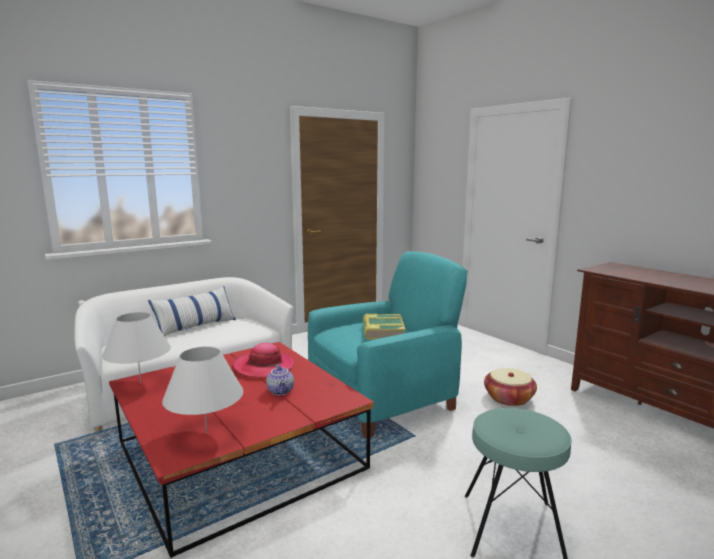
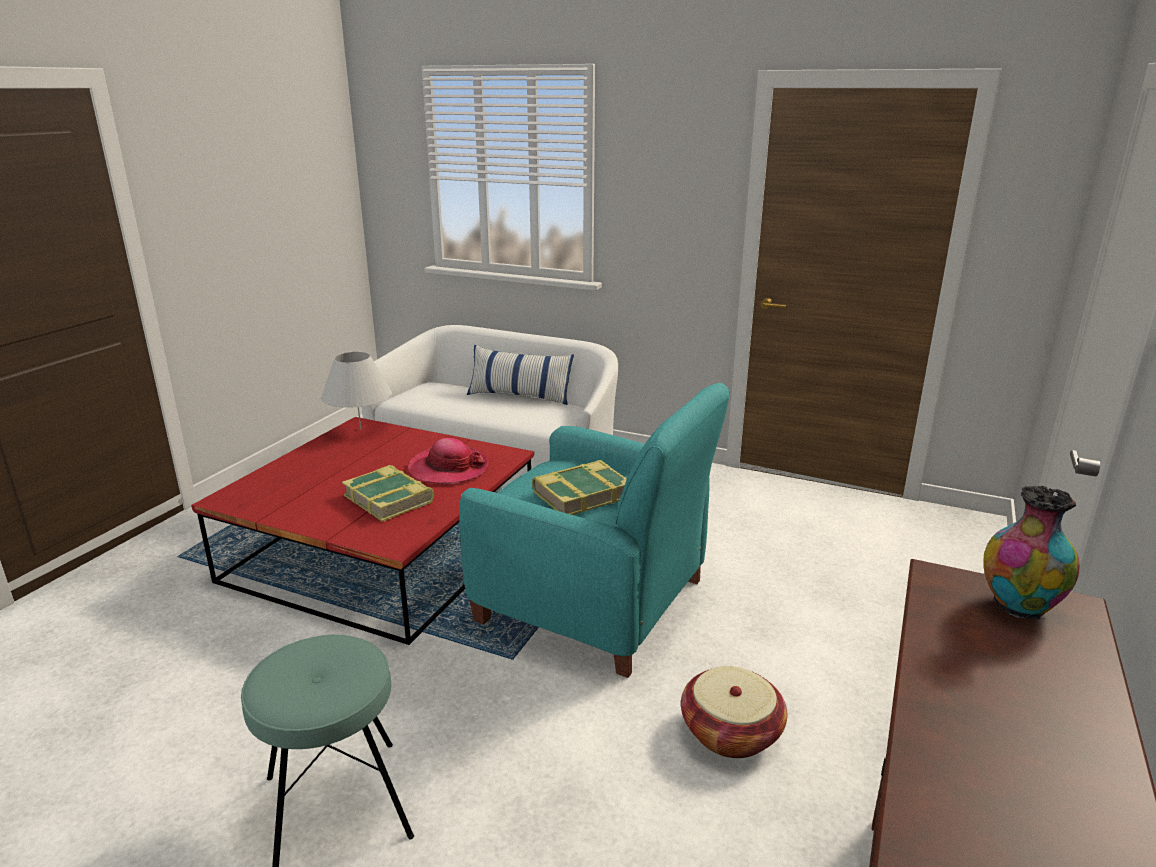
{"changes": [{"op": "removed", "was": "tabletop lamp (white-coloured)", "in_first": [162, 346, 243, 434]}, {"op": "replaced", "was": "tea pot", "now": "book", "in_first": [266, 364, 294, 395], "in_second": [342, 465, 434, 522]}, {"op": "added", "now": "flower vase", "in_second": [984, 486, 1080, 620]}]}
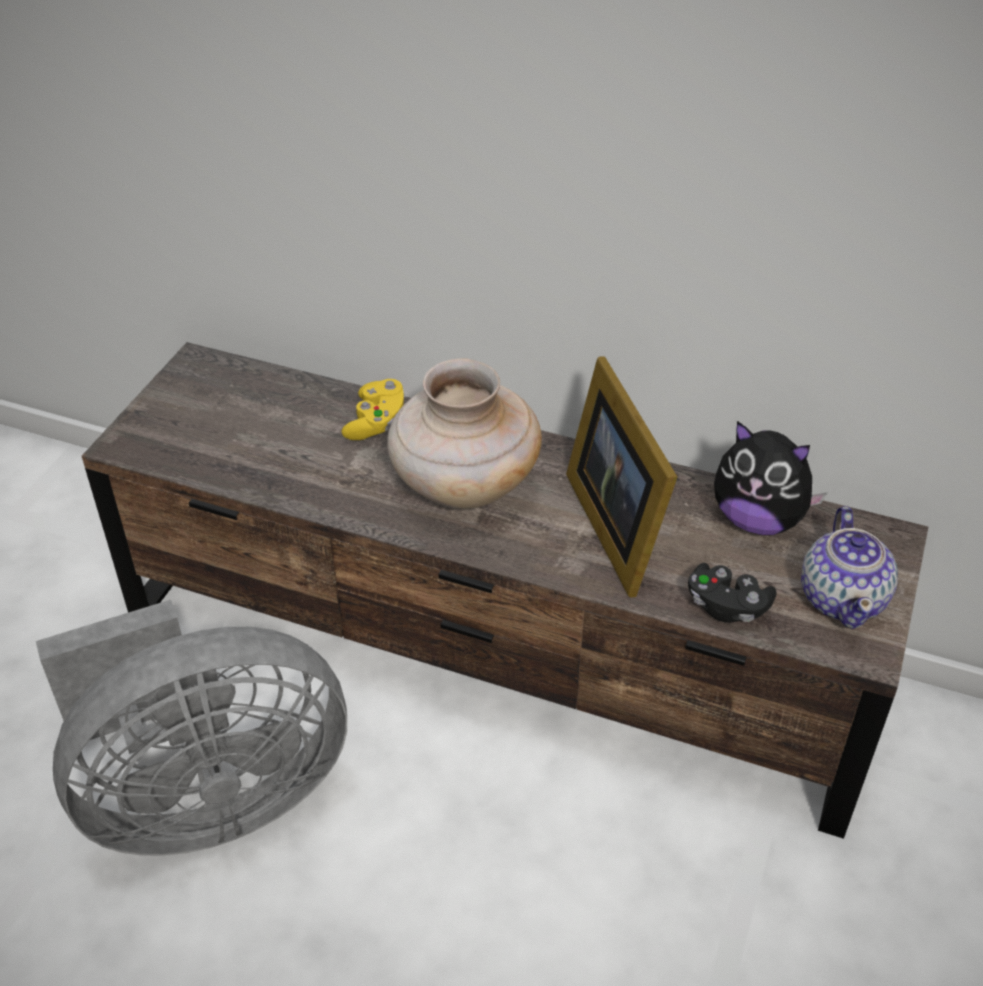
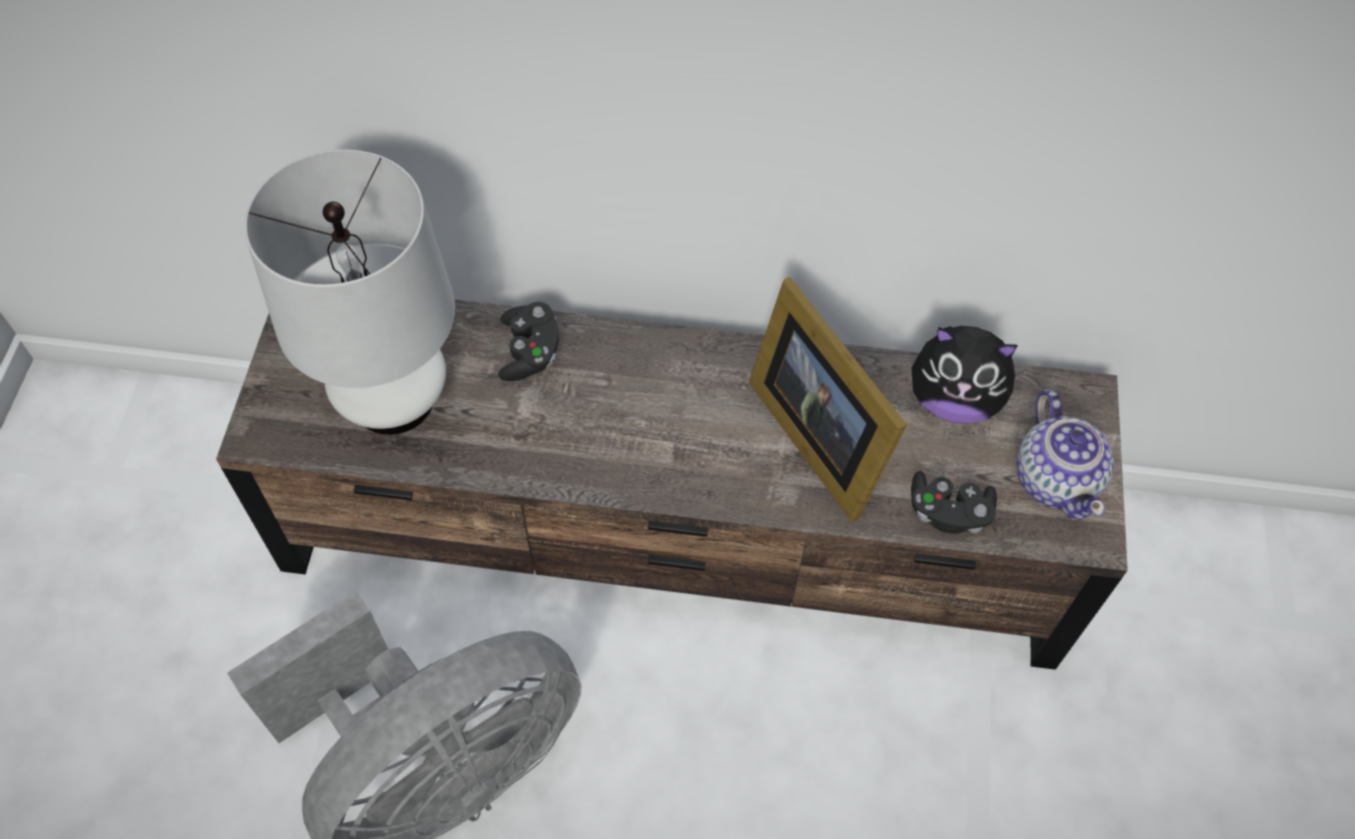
{"changes": [{"op": "removed", "was": "flower vase (beige)", "in_first": [387, 359, 542, 509]}, {"op": "recoloured", "was": "gamepad (yellowish)", "now": "gamepad (black-coloured)", "in_first": [342, 379, 406, 440], "in_second": [498, 302, 559, 381]}, {"op": "added", "now": "tabletop lamp (white-coloured)", "in_second": [245, 150, 455, 435]}]}
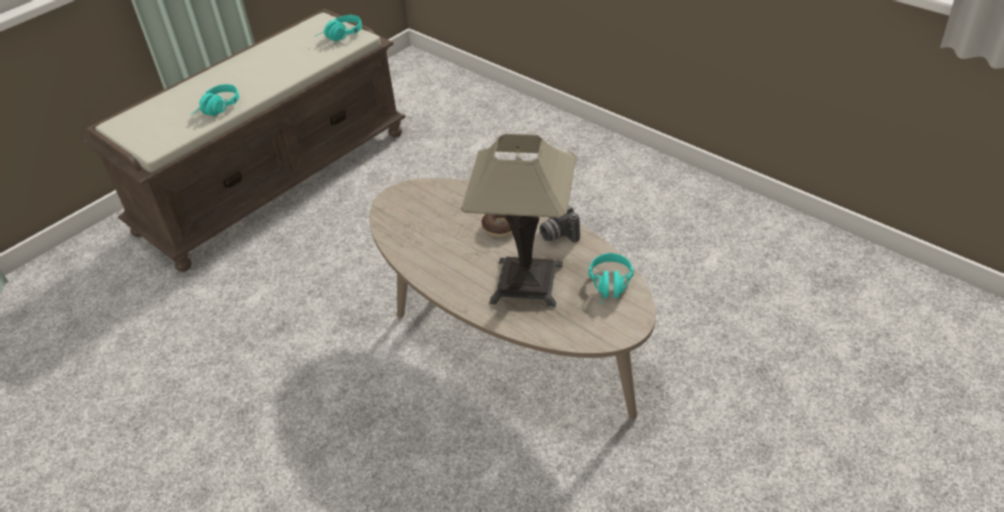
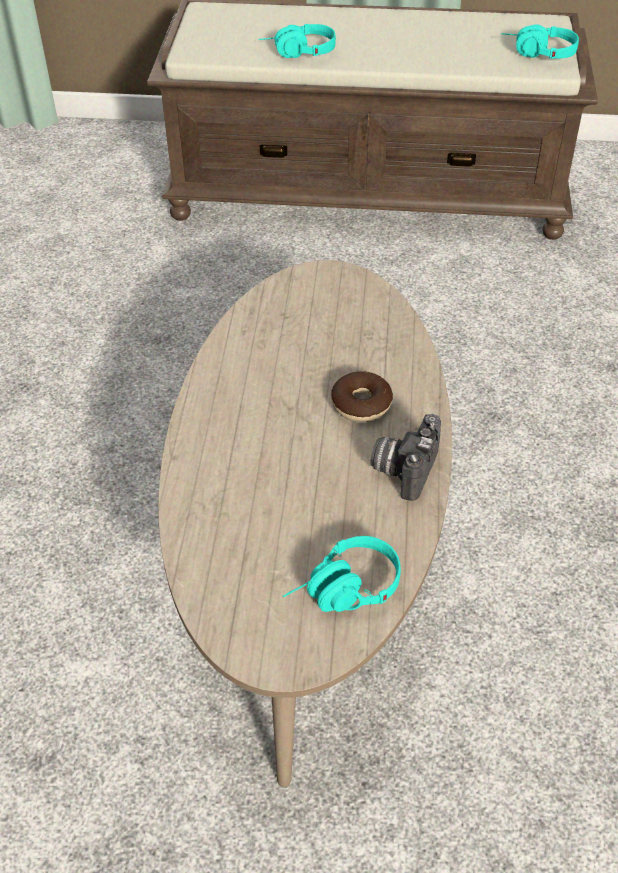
{"changes": [{"op": "removed", "was": "tabletop lamp", "in_first": [461, 134, 576, 308]}]}
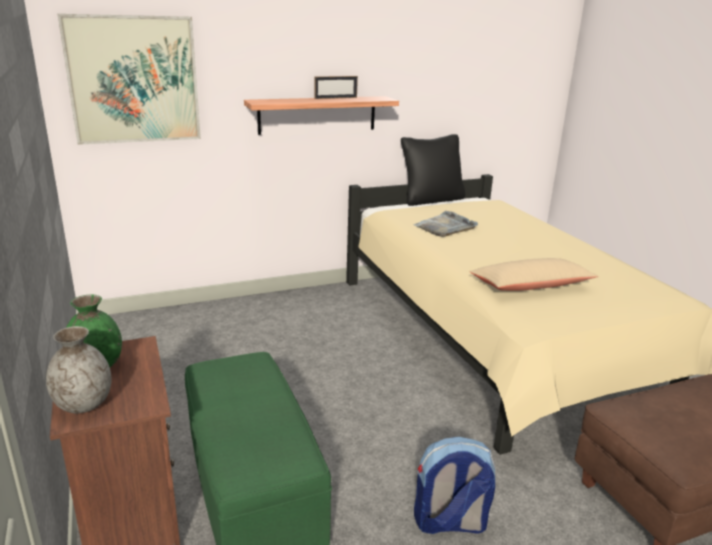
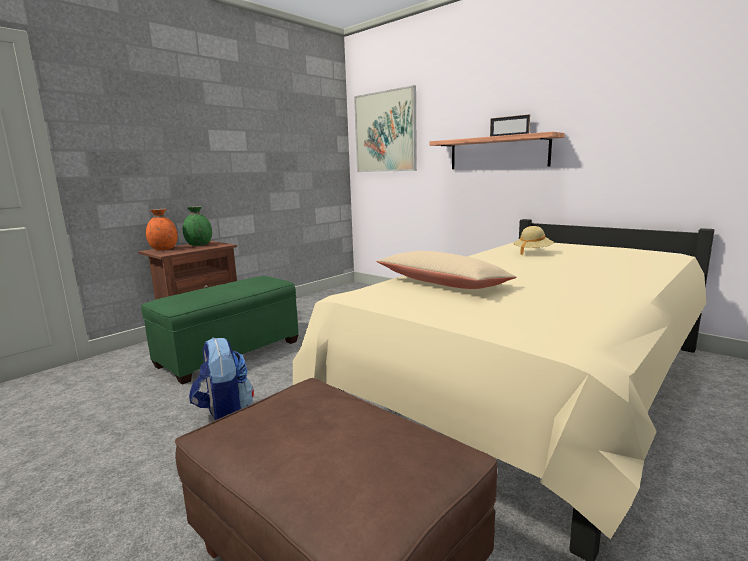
{"changes": [{"op": "removed", "was": "throw pillow (black-coloured)", "in_first": [401, 134, 465, 206]}, {"op": "replaced", "was": "serving tray (gray)", "now": "hat (beige)", "in_first": [413, 211, 478, 237], "in_second": [513, 226, 554, 255]}, {"op": "recoloured", "was": "flower vase (gray)", "now": "flower vase (orangey)", "in_first": [46, 326, 112, 413], "in_second": [146, 209, 178, 250]}]}
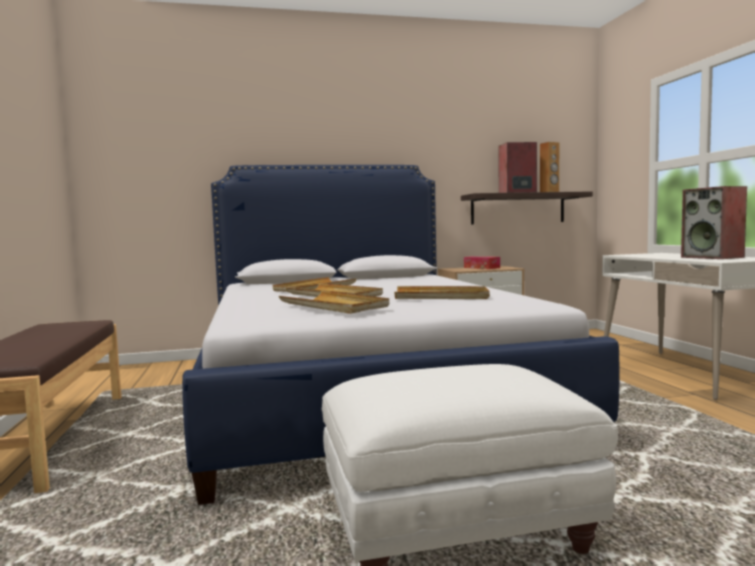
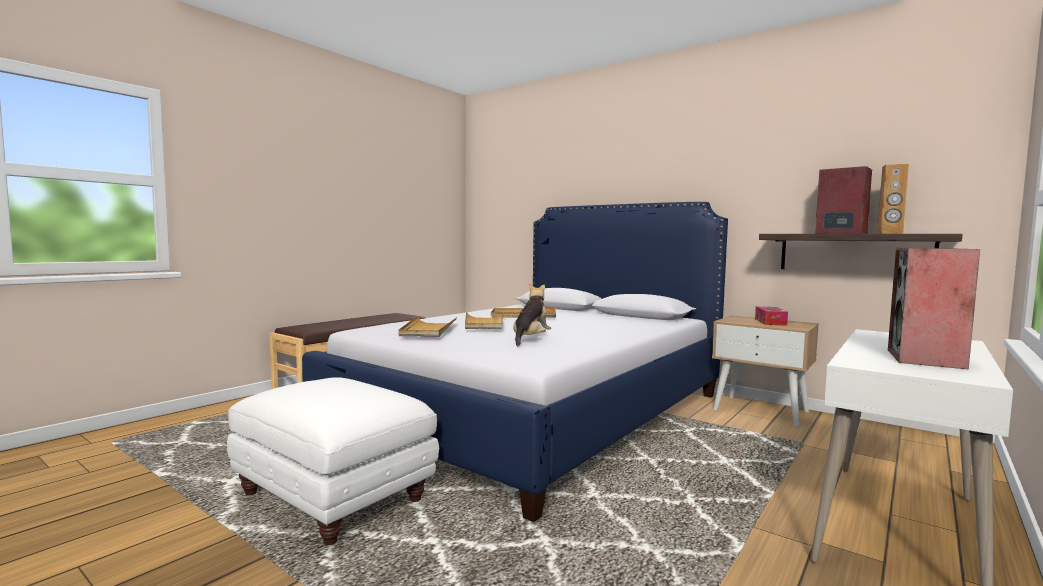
{"changes": [{"op": "replaced", "was": "serving tray (beige)", "now": "soft toy", "in_first": [395, 286, 490, 299], "in_second": [513, 283, 551, 347]}]}
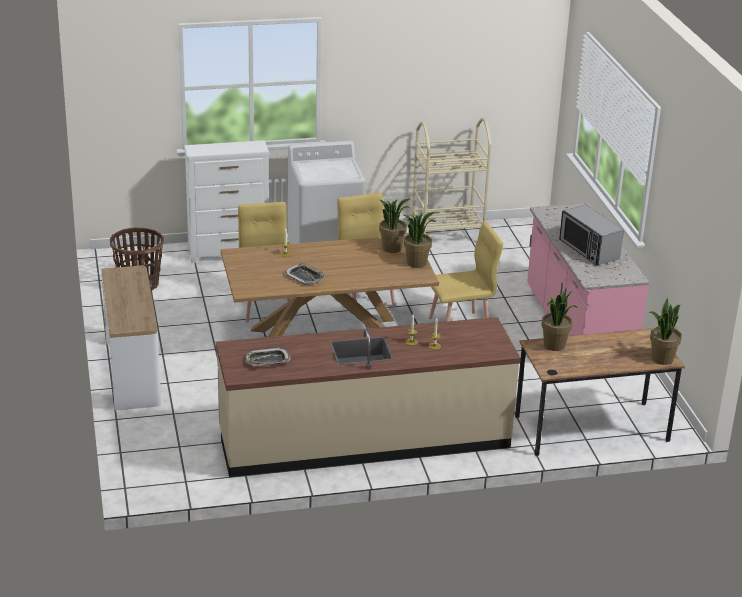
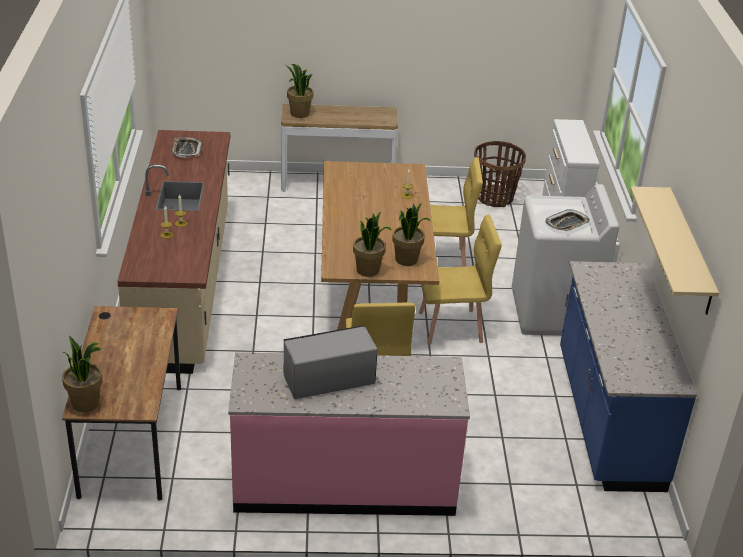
{"changes": [{"op": "replaced", "was": "cart (beige)", "now": "kitchen counter (blue-coloured)", "in_first": [412, 118, 492, 234], "in_second": [560, 261, 697, 492]}, {"op": "moved", "was": "serving tray", "in_first": [285, 263, 325, 285], "in_second": [545, 209, 590, 231]}, {"op": "moved", "was": "plant in a pot", "in_first": [541, 291, 578, 351], "in_second": [286, 64, 313, 118]}, {"op": "added", "now": "shelf (beige)", "in_second": [630, 186, 719, 315]}]}
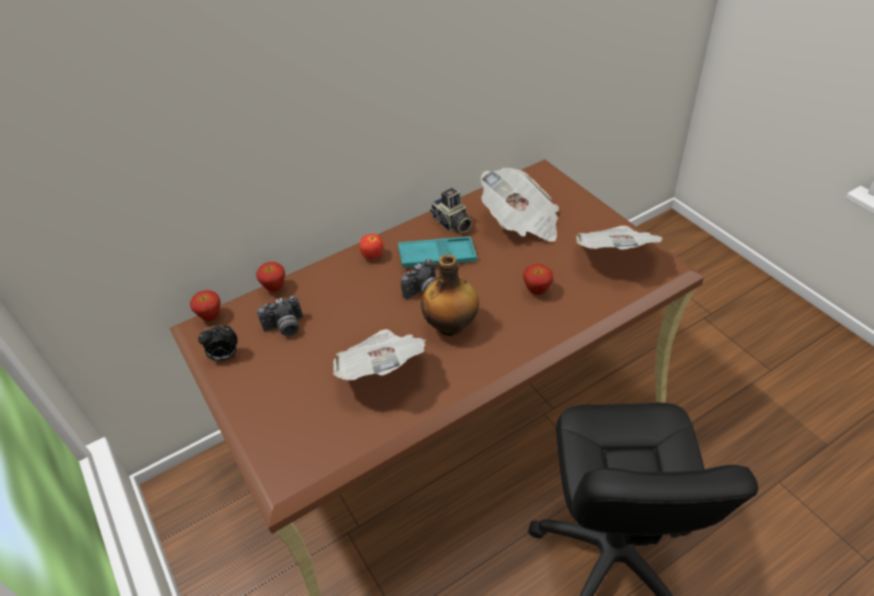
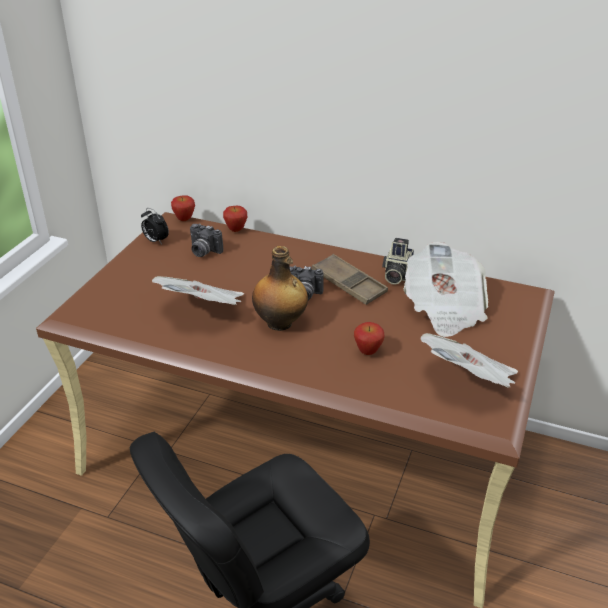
{"changes": [{"op": "removed", "was": "whole apple", "in_first": [359, 234, 384, 260]}, {"op": "recoloured", "was": "serving tray (blue-green)", "now": "serving tray (brownish)", "in_first": [398, 237, 477, 268], "in_second": [312, 254, 388, 305]}]}
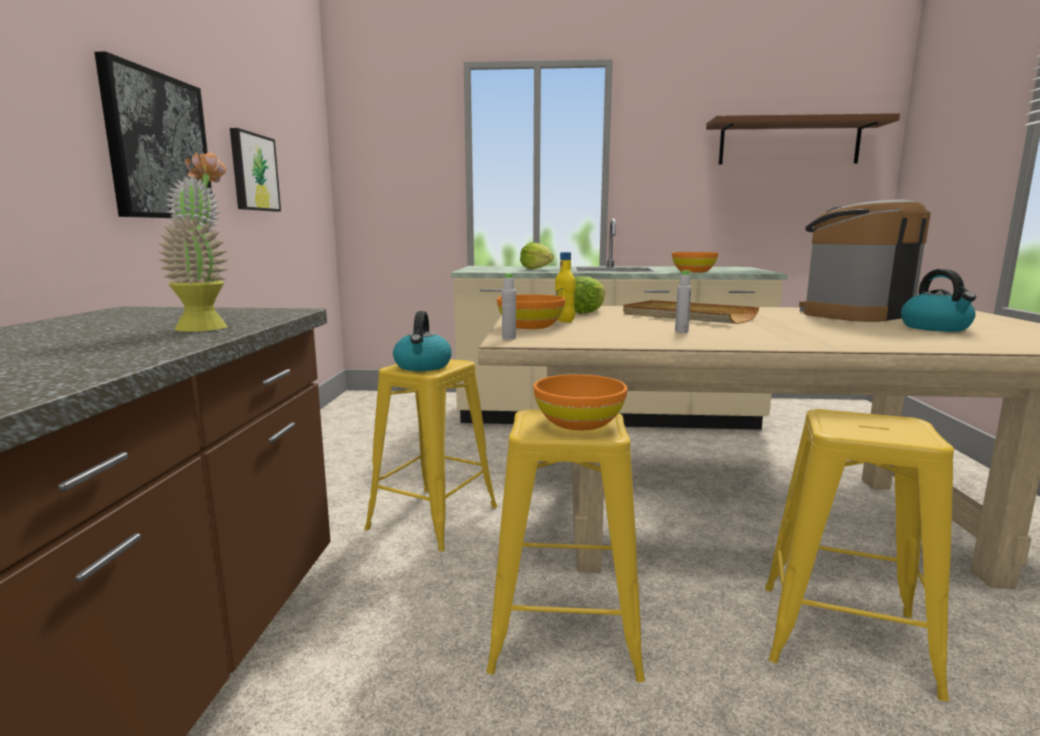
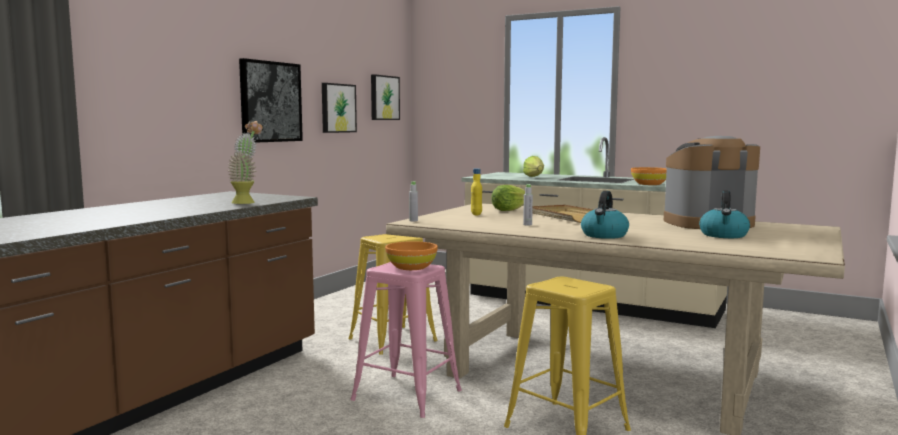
{"changes": [{"op": "removed", "was": "shelf (brownish)", "in_first": [706, 113, 900, 165]}, {"op": "removed", "was": "deep dish (orangey)", "in_first": [497, 294, 565, 329]}, {"op": "moved", "was": "tea kettle", "in_first": [393, 311, 452, 371], "in_second": [581, 191, 629, 239]}, {"op": "recoloured", "was": "sitting stool (yellowish)", "now": "sitting stool (pink)", "in_first": [486, 409, 645, 682], "in_second": [350, 262, 462, 418]}, {"op": "added", "now": "wall picture", "in_second": [371, 74, 400, 120]}]}
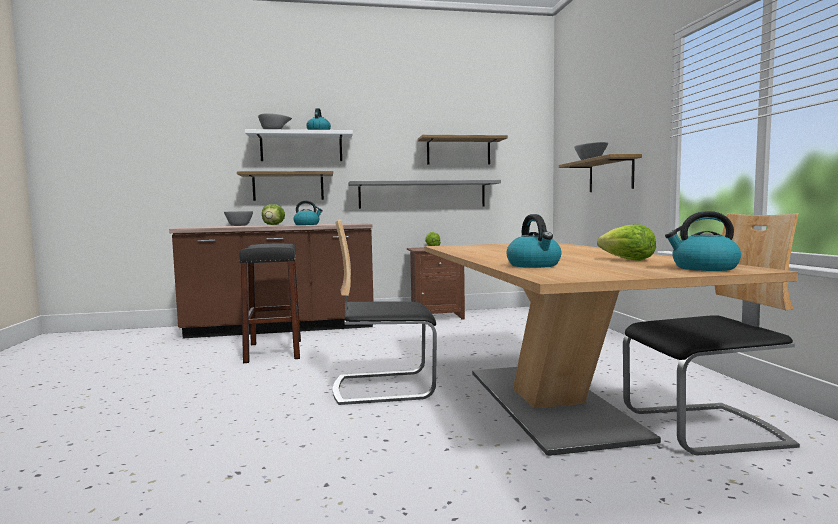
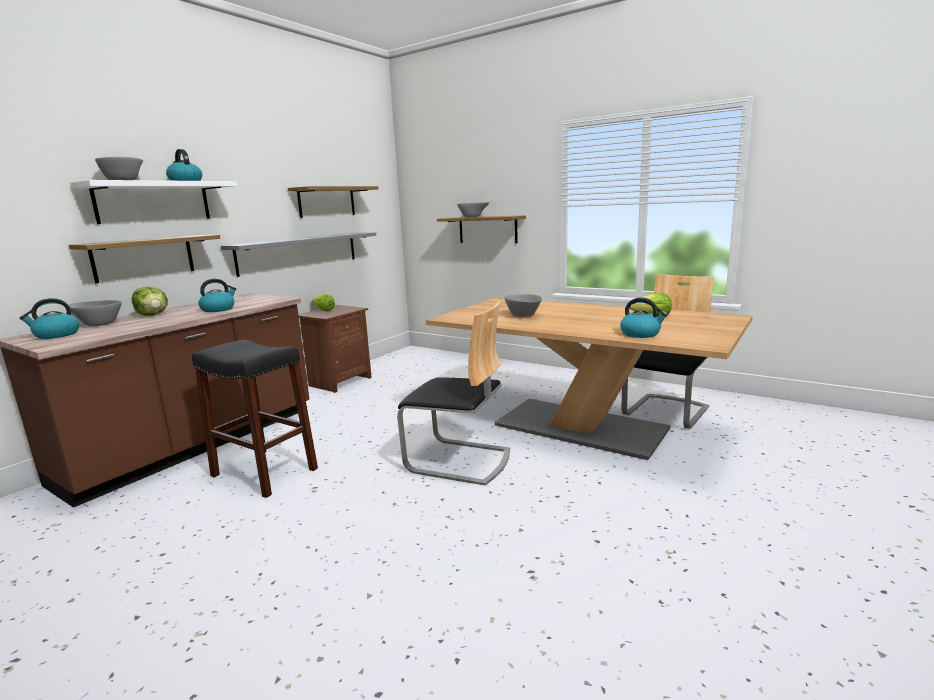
{"changes": [{"op": "moved", "was": "tea kettle", "in_first": [665, 211, 741, 271], "in_second": [20, 298, 79, 339]}, {"op": "turned", "was": "chair", "in_first": [333, 220, 437, 405], "in_second": [397, 301, 510, 485], "clockwise": -105}, {"op": "added", "now": "deep dish (gray)", "in_second": [504, 294, 542, 317]}]}
